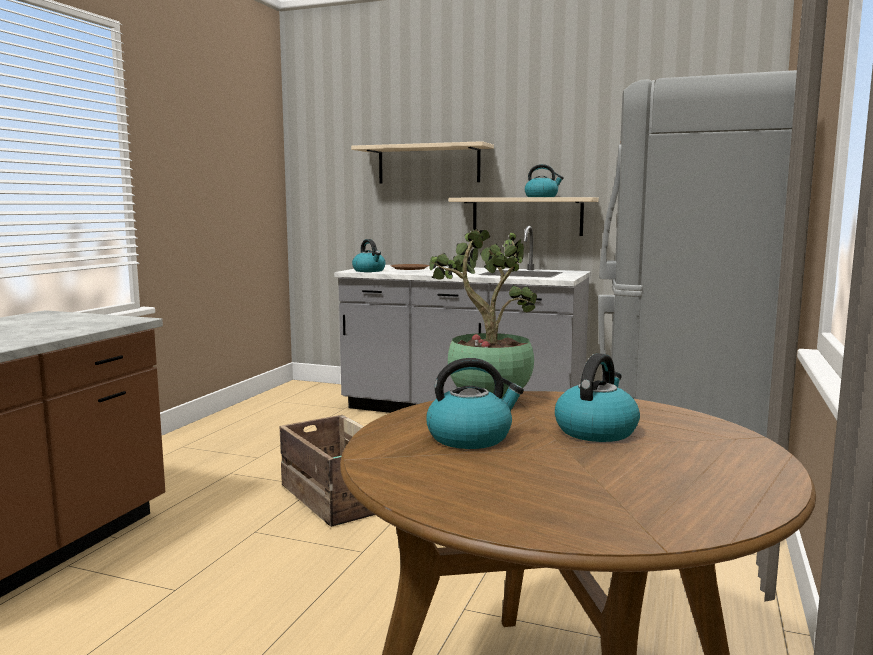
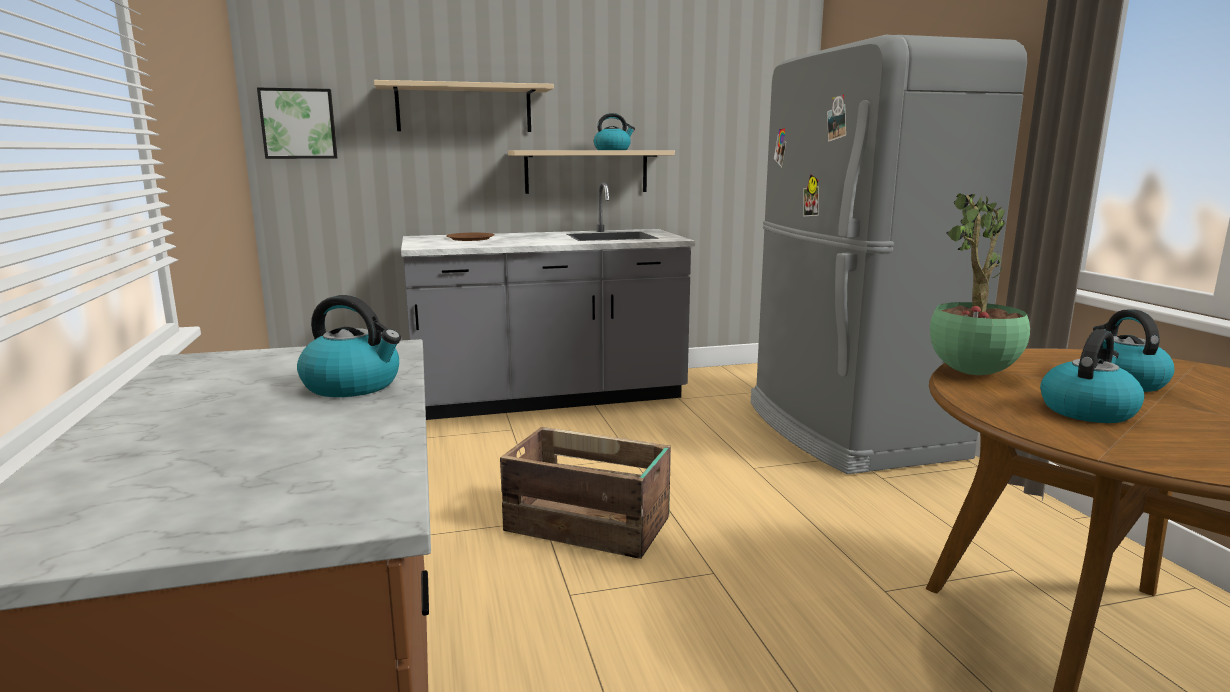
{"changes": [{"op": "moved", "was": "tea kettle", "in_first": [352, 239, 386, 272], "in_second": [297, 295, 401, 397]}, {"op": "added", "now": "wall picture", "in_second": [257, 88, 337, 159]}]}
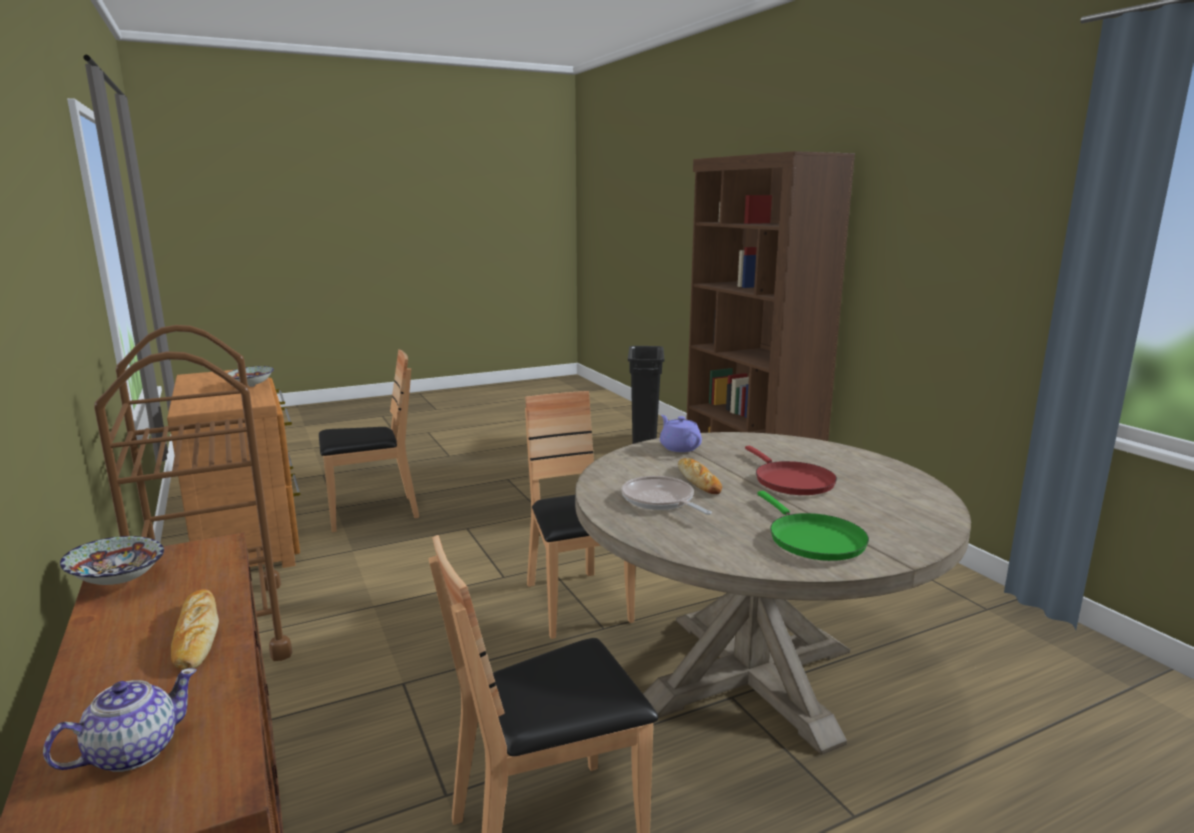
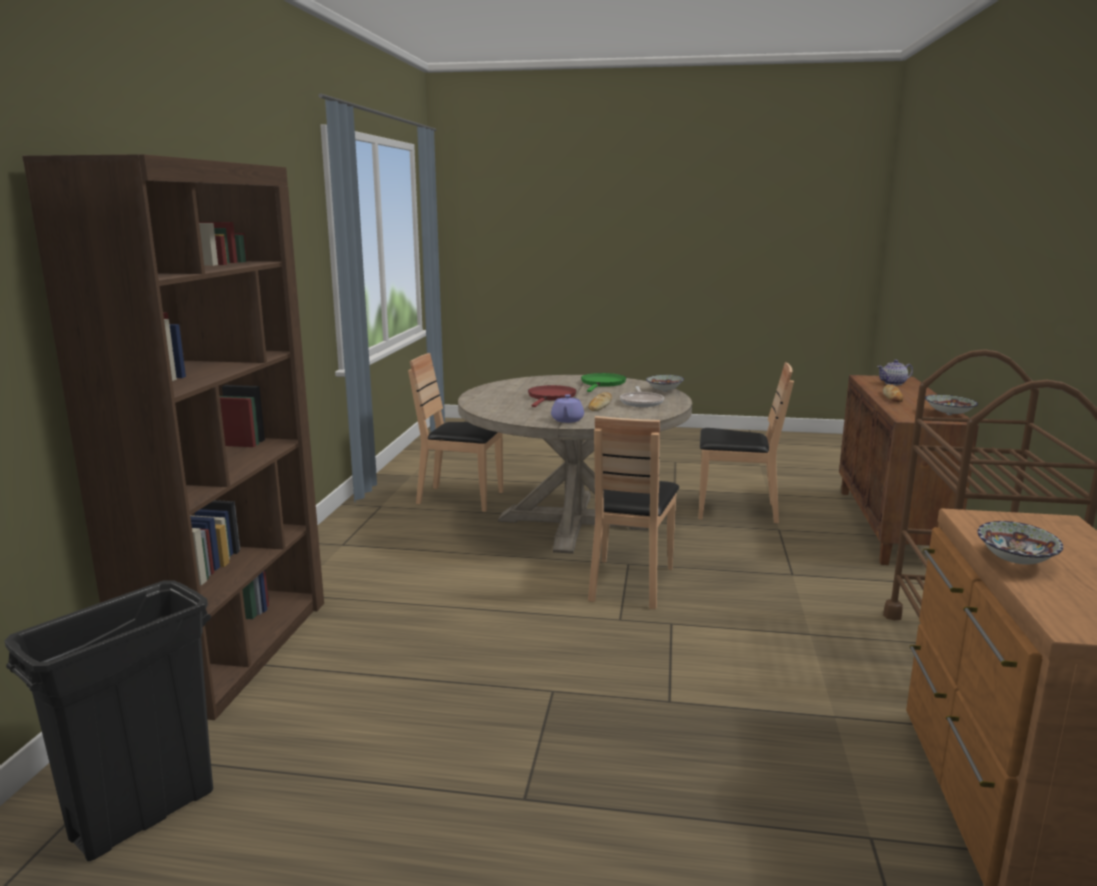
{"changes": [{"op": "moved", "was": "chair (brownish)", "in_first": [319, 349, 419, 532], "in_second": [408, 353, 503, 512]}, {"op": "added", "now": "deep dish", "in_second": [646, 375, 684, 392]}]}
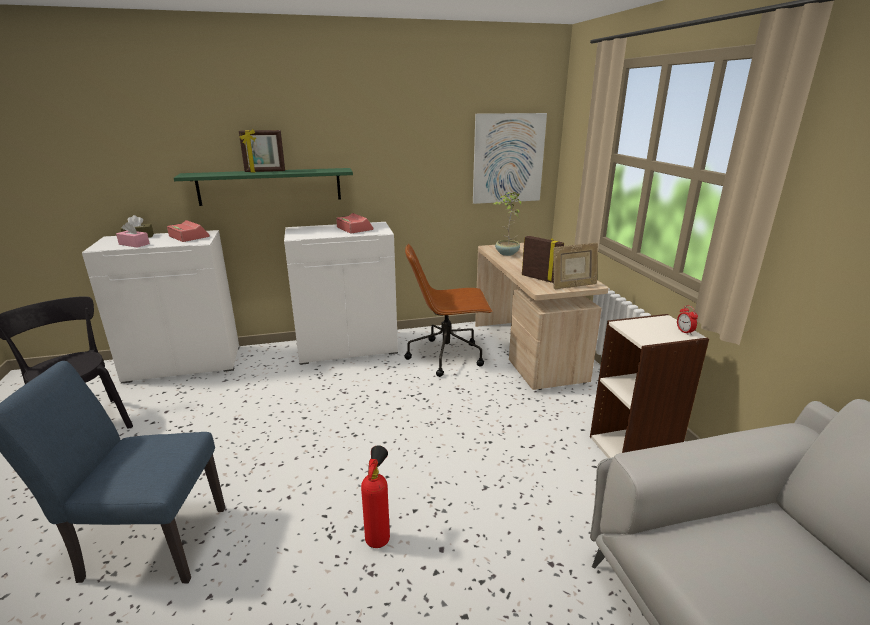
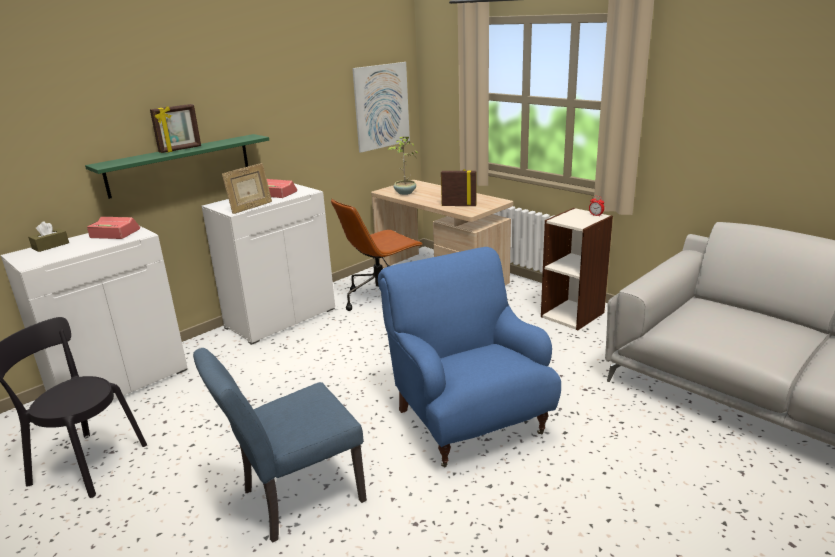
{"changes": [{"op": "removed", "was": "tissue holder (pink)", "in_first": [116, 222, 150, 248]}, {"op": "moved", "was": "picture frame", "in_first": [553, 242, 598, 289], "in_second": [222, 163, 272, 214]}, {"op": "replaced", "was": "fire-fighting cylinder", "now": "armchair (blue-coloured)", "in_first": [361, 445, 390, 548], "in_second": [378, 247, 561, 467]}]}
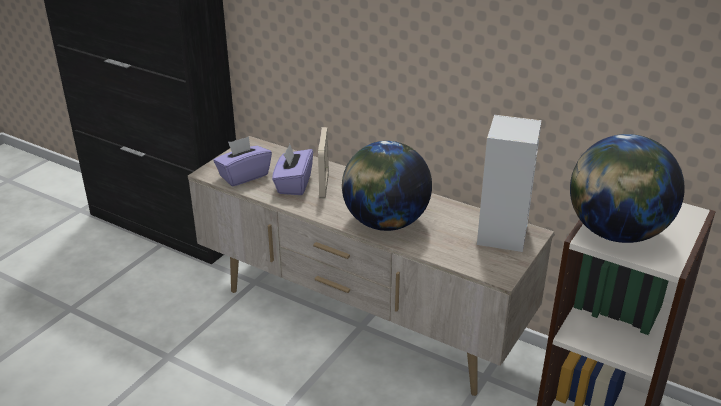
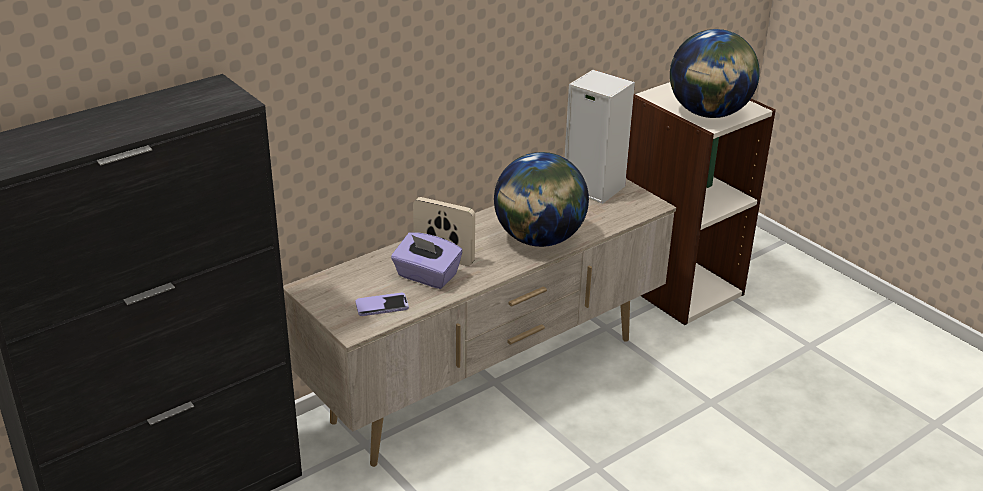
{"changes": [{"op": "replaced", "was": "tissue holder (purple)", "now": "phone", "in_first": [213, 136, 272, 187], "in_second": [356, 293, 409, 316]}]}
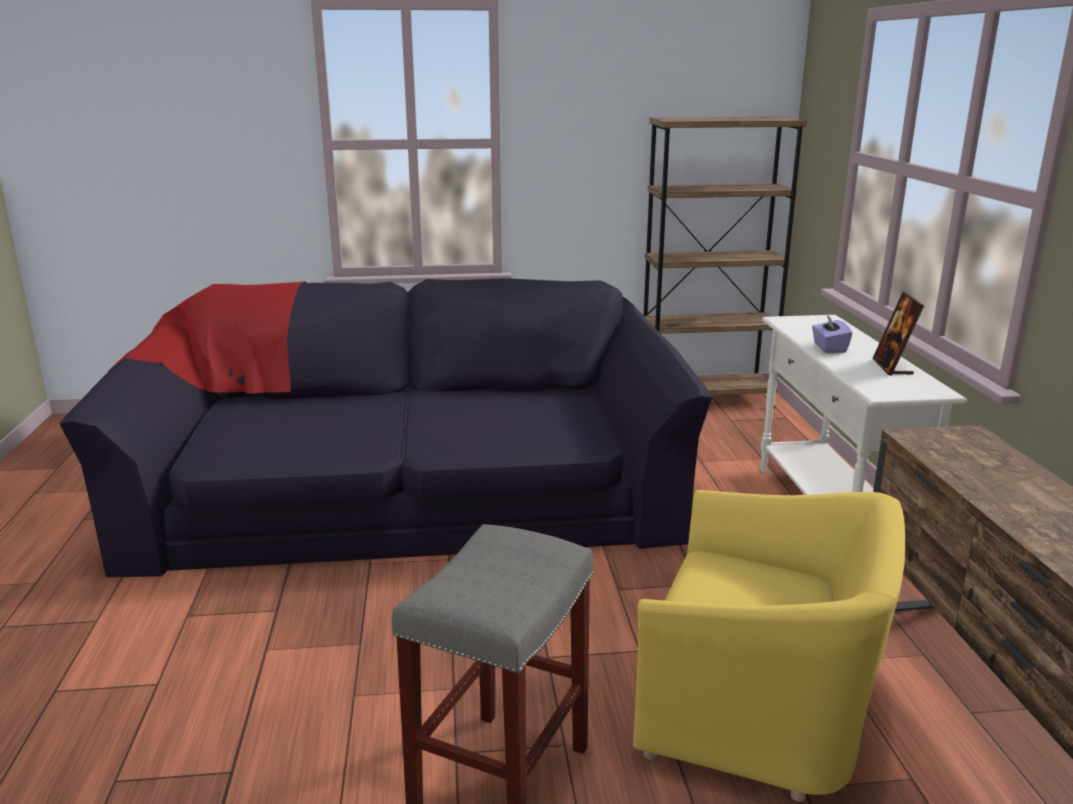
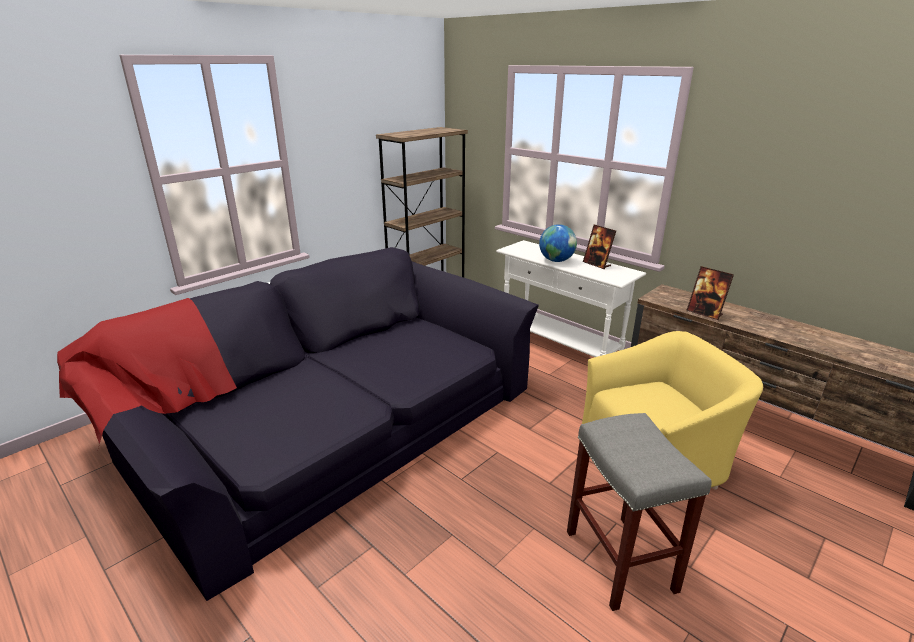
{"changes": [{"op": "replaced", "was": "tissue holder (purple)", "now": "globe", "in_first": [812, 313, 852, 353], "in_second": [539, 224, 577, 262]}, {"op": "added", "now": "picture frame", "in_second": [687, 266, 734, 320]}]}
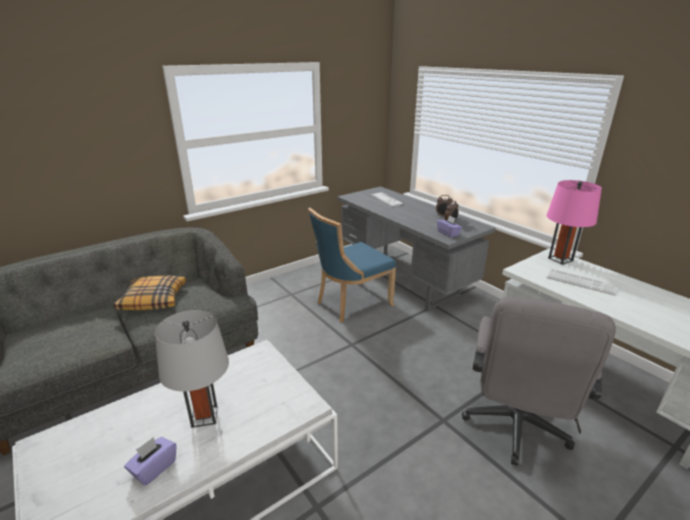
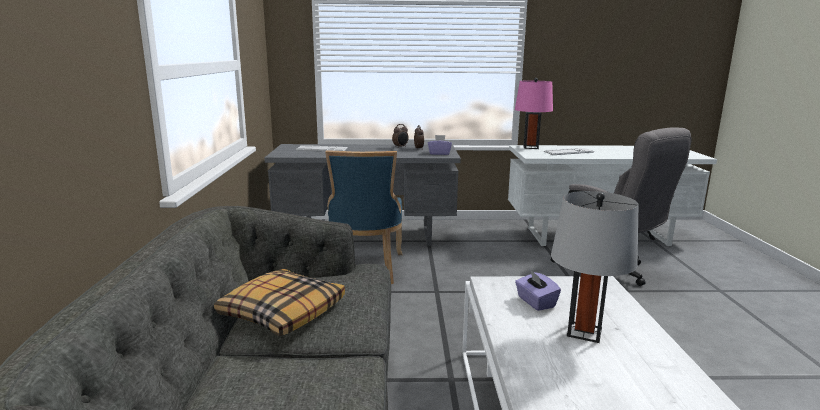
{"changes": [{"op": "moved", "was": "tissue holder (purple)", "in_first": [124, 437, 176, 486], "in_second": [515, 270, 561, 311]}]}
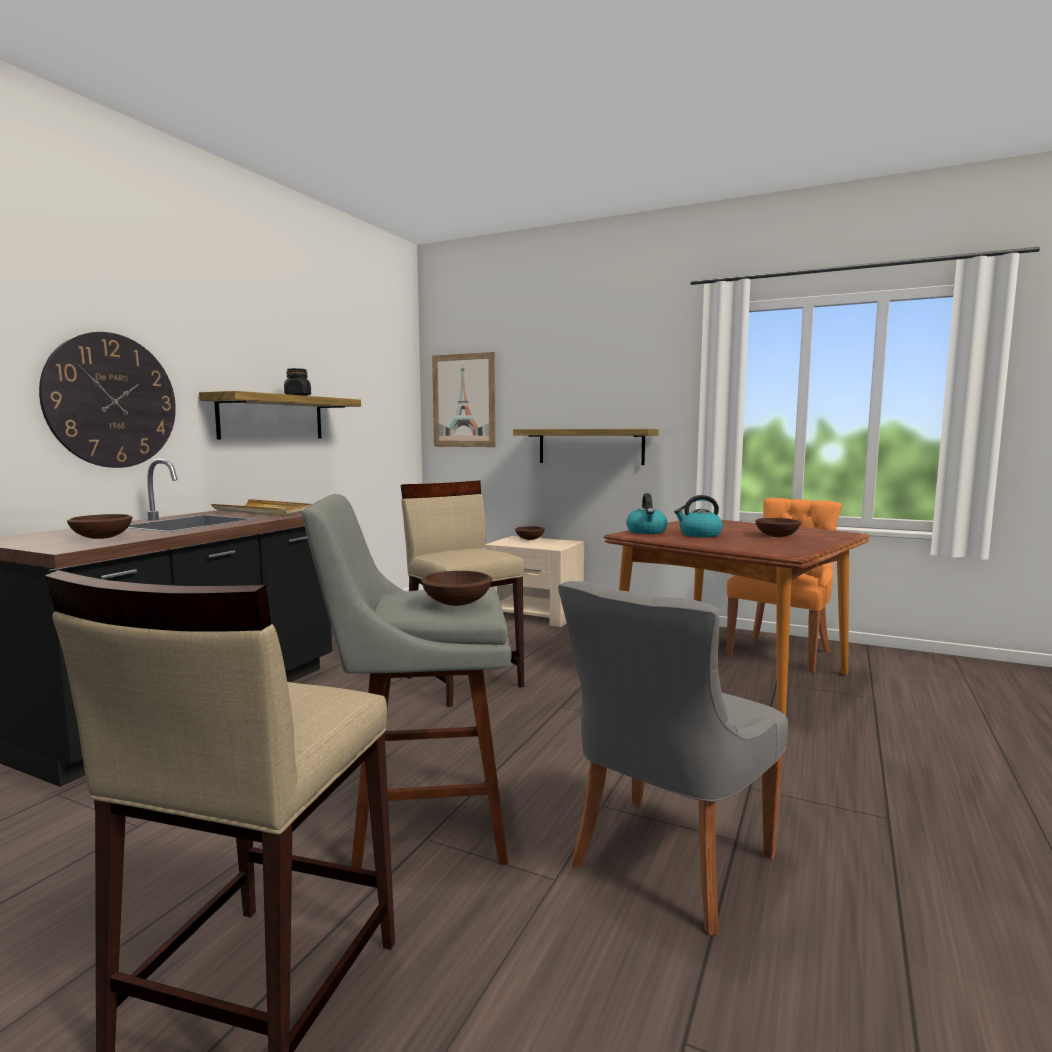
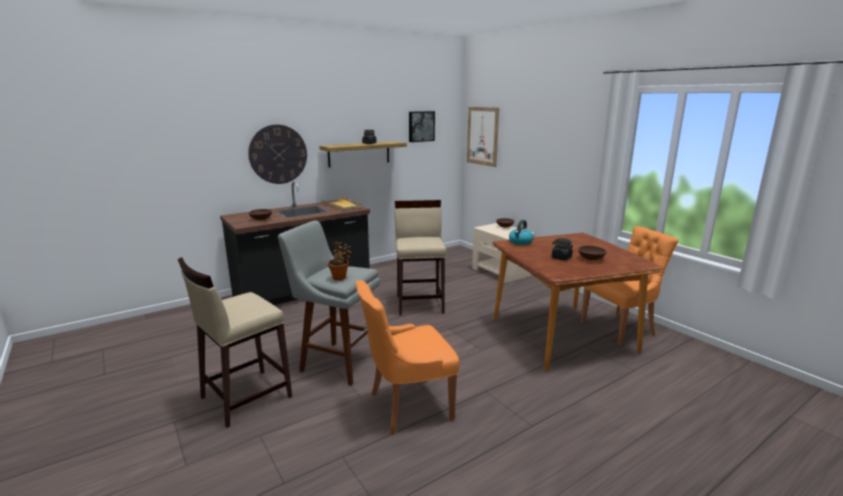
{"changes": [{"op": "removed", "was": "shelf", "in_first": [513, 429, 659, 465]}, {"op": "removed", "was": "tea kettle", "in_first": [674, 495, 723, 537]}, {"op": "replaced", "was": "deep dish (brownish)", "now": "plant in a pot", "in_first": [421, 571, 492, 606], "in_second": [328, 241, 351, 280]}, {"op": "recoloured", "was": "chair (gray)", "now": "chair (orangey)", "in_first": [558, 581, 788, 935], "in_second": [356, 280, 459, 435]}, {"op": "added", "now": "wall picture", "in_second": [409, 111, 435, 142]}, {"op": "added", "now": "preserve jar (black-coloured)", "in_second": [552, 238, 573, 260]}]}
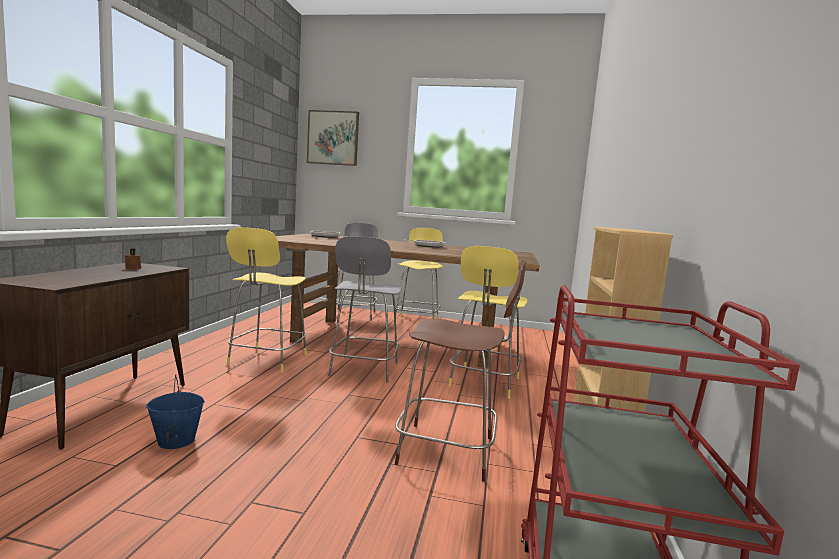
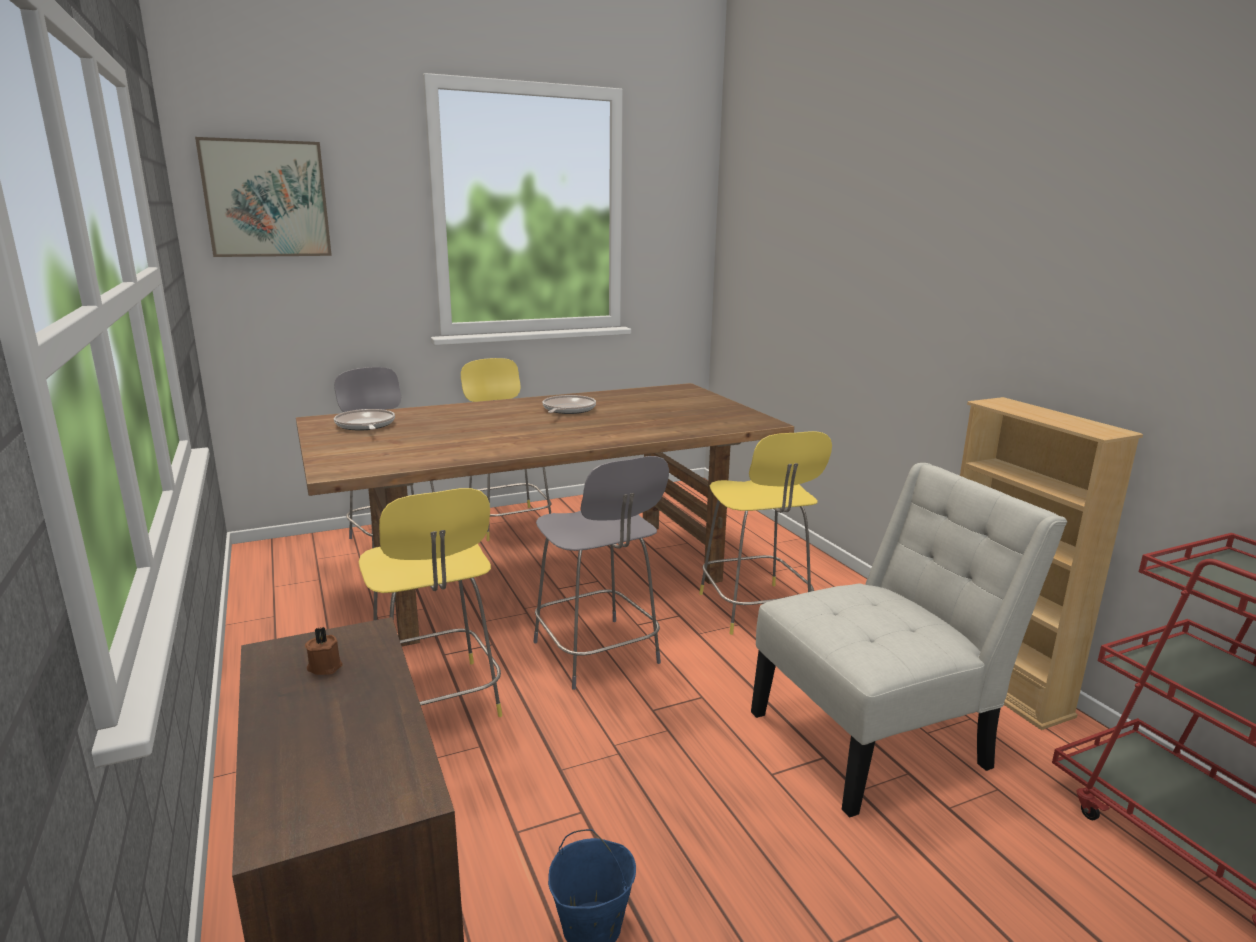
{"changes": [{"op": "replaced", "was": "sitting stool (brownish)", "now": "chair (white-coloured)", "in_first": [395, 260, 527, 482], "in_second": [751, 463, 1068, 818]}]}
